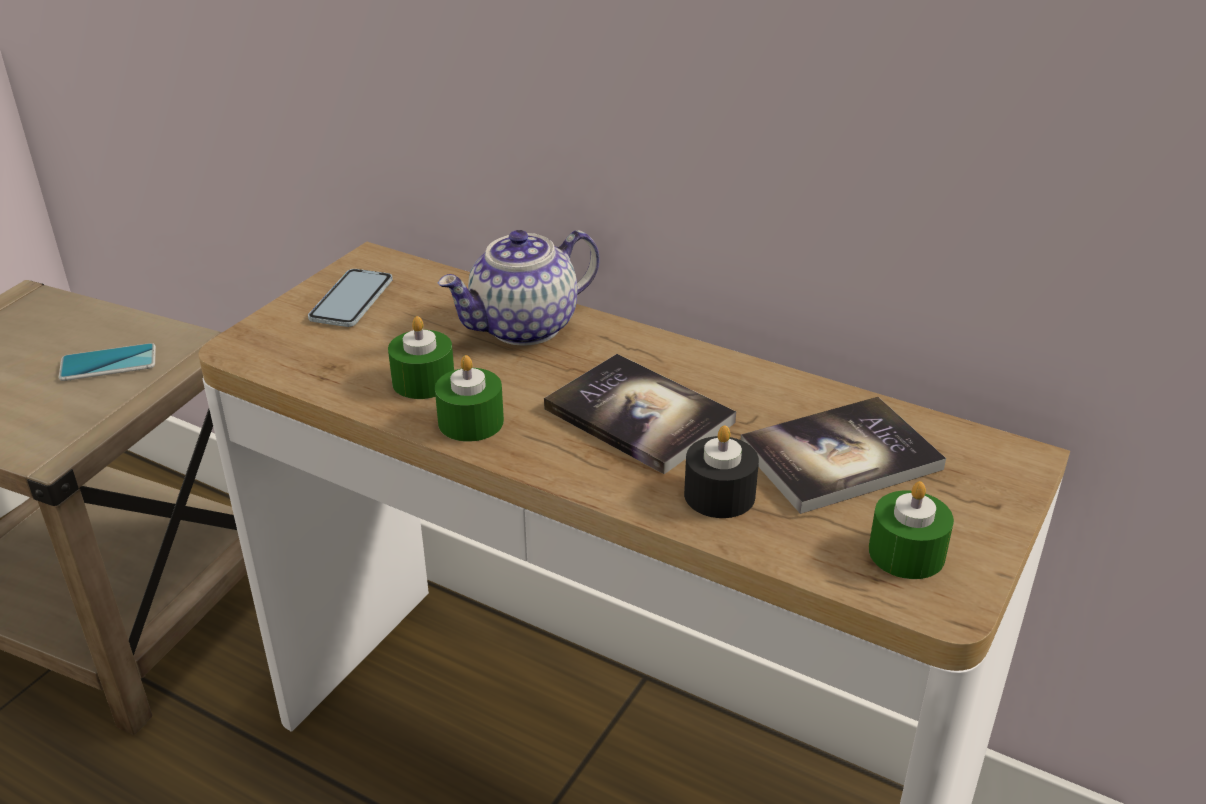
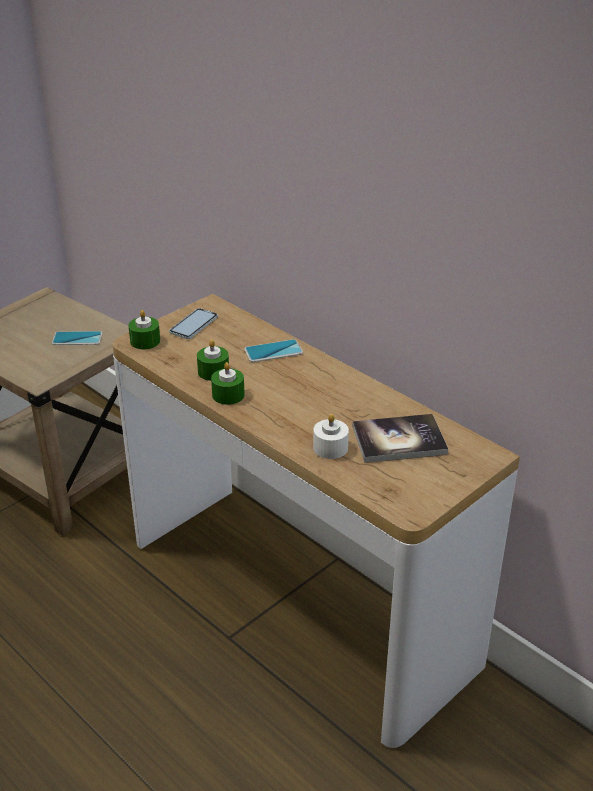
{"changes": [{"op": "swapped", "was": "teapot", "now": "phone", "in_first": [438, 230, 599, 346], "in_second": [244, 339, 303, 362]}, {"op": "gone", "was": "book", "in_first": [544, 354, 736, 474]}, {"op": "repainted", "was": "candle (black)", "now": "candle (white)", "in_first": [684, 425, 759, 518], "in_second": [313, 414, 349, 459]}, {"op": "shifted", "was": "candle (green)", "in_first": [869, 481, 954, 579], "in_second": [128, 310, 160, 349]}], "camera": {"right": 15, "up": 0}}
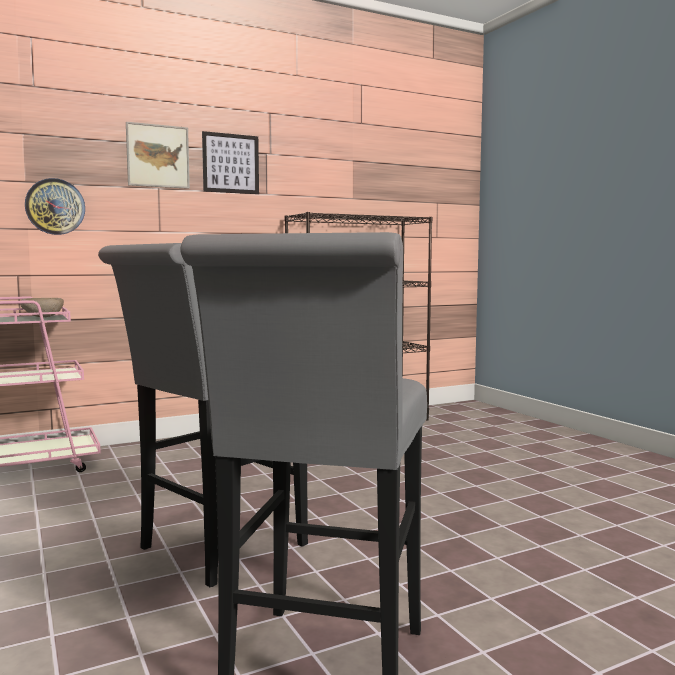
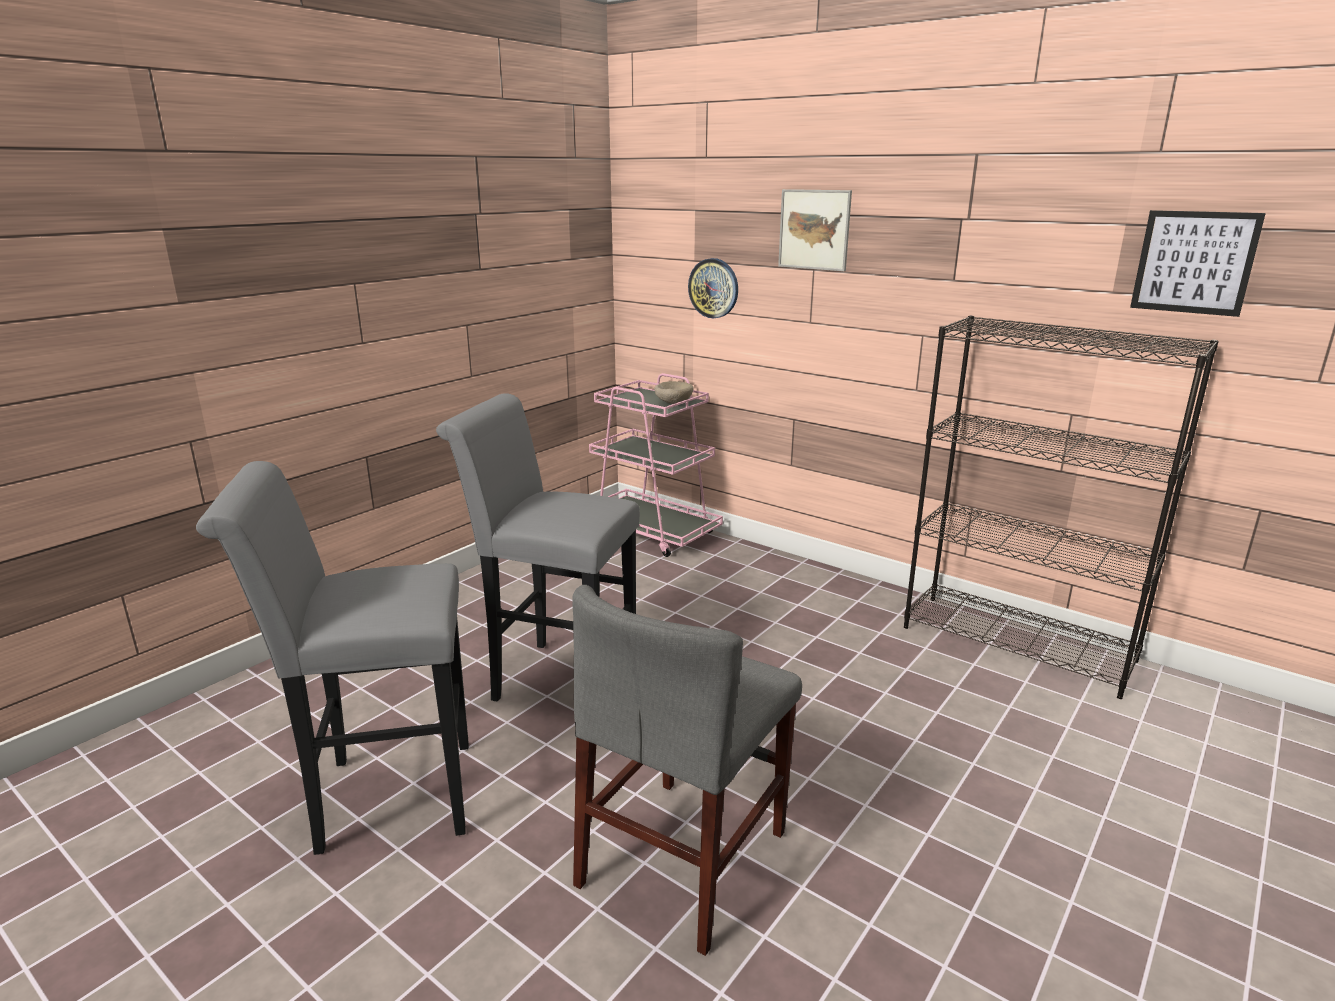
{"changes": [{"op": "shifted", "was": "picture", "in_first": [202, 131, 259, 194], "in_second": [1130, 210, 1266, 317]}, {"op": "new", "now": "chair (grey)", "in_second": [572, 585, 802, 956]}], "camera": {"right": 65, "up": 15}}
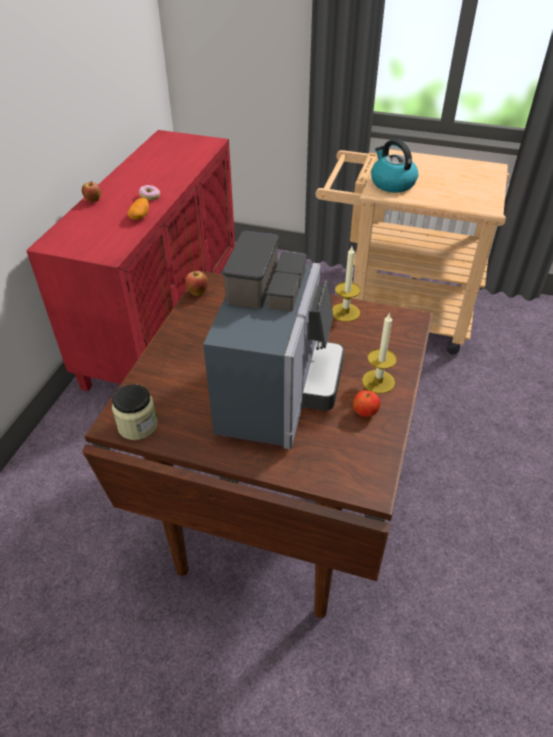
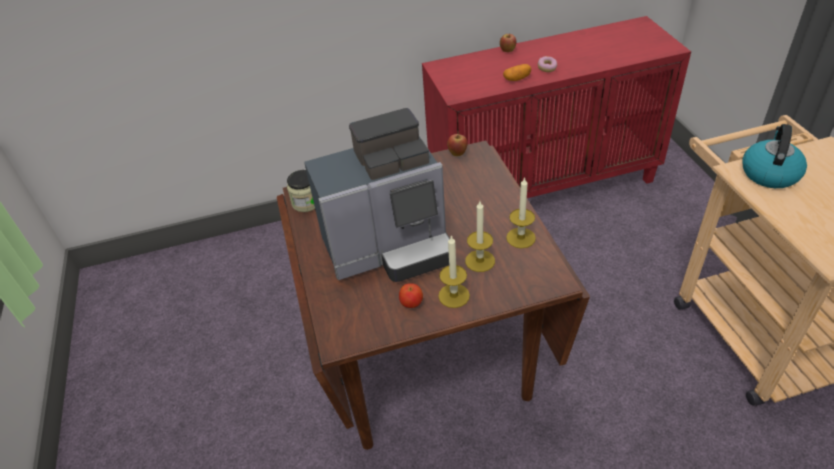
{"changes": [{"op": "new", "now": "candle", "in_second": [465, 201, 495, 272]}], "camera": {"right": 60, "up": 0}}
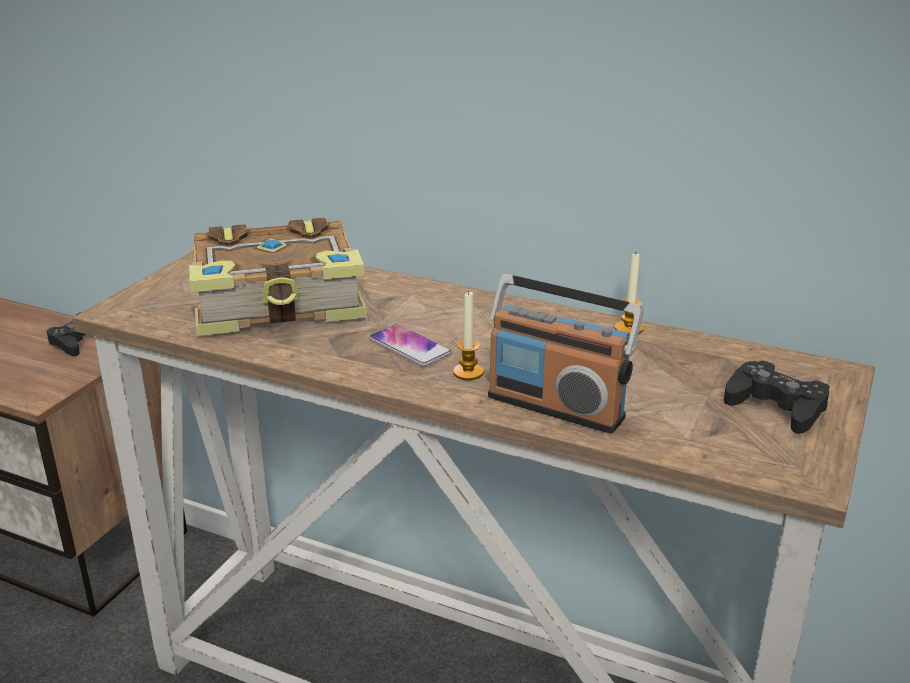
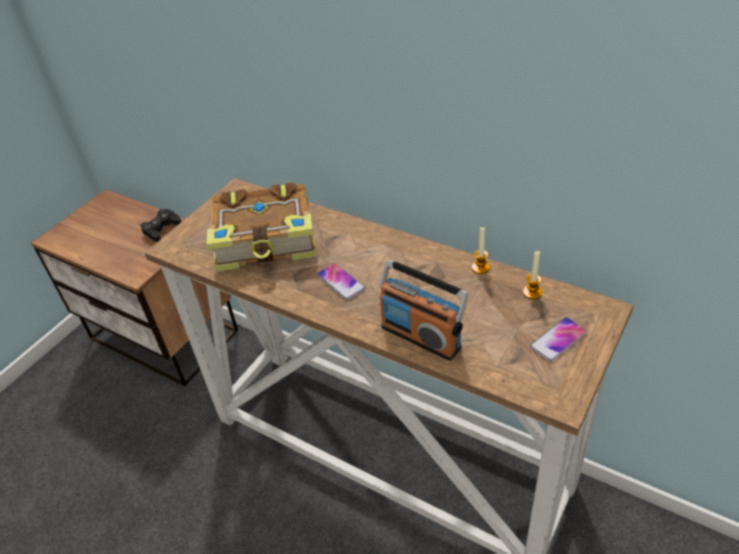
{"changes": [{"op": "shifted", "was": "candle", "in_first": [453, 291, 484, 380], "in_second": [523, 251, 542, 299]}, {"op": "swapped", "was": "game controller (black)", "now": "phone", "in_first": [724, 361, 830, 434], "in_second": [530, 317, 587, 362]}], "camera": {"right": 10, "up": 15}}
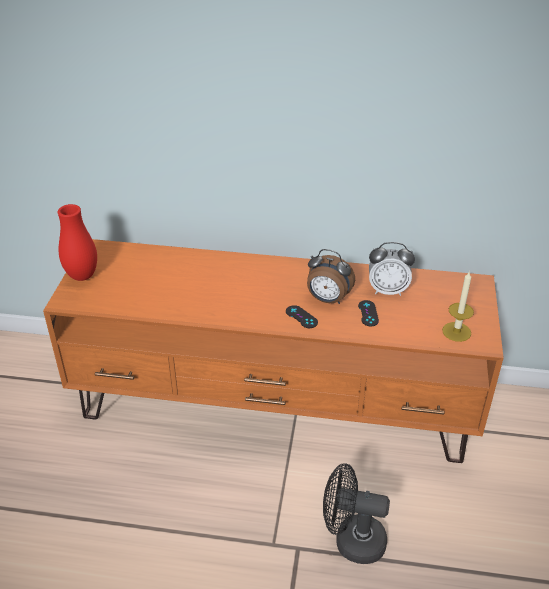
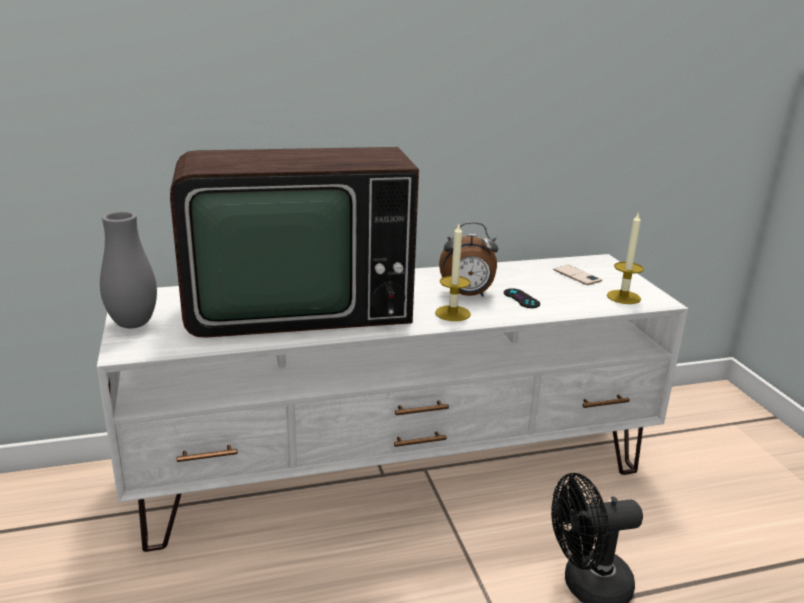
{"changes": [{"op": "repainted", "was": "vase (red)", "now": "vase (grey)", "in_first": [58, 204, 97, 281], "in_second": [100, 211, 157, 328]}, {"op": "repainted", "was": "tv stand (orange)", "now": "tv stand (white)", "in_first": [43, 239, 504, 463], "in_second": [97, 254, 688, 552]}, {"op": "gone", "was": "alarm clock", "in_first": [369, 242, 415, 296]}, {"op": "swapped", "was": "game controller (black)", "now": "candle", "in_first": [286, 305, 318, 328], "in_second": [435, 224, 471, 321]}, {"op": "new", "now": "television", "in_second": [170, 147, 419, 338]}, {"op": "new", "now": "phone", "in_second": [553, 265, 602, 285]}], "camera": {"right": -25, "up": -15}}
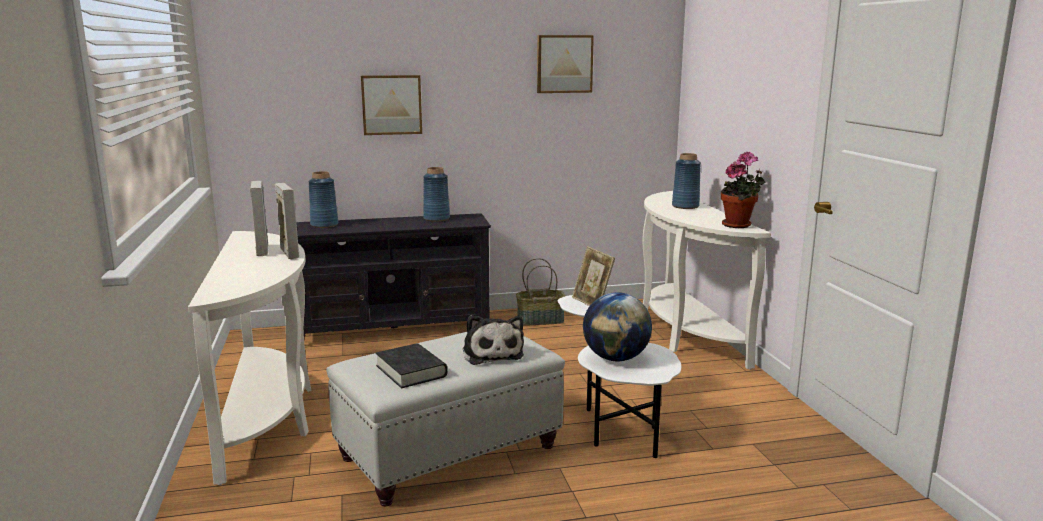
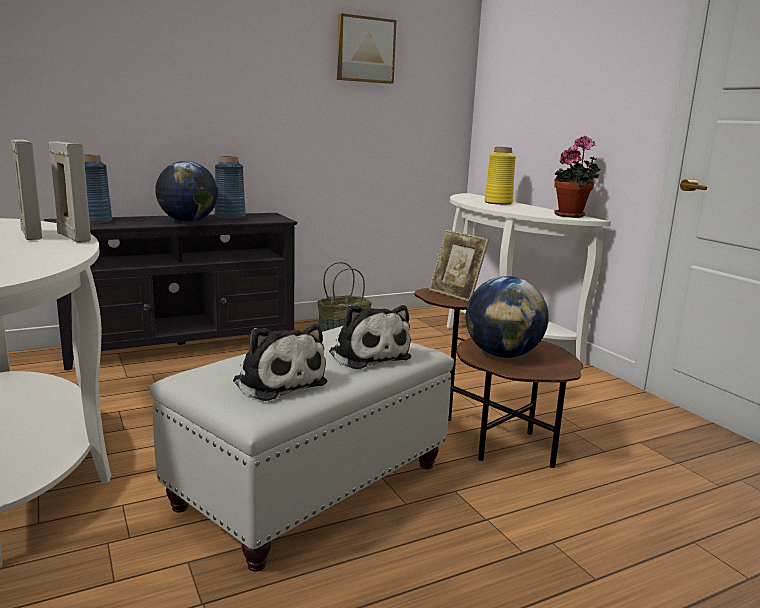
{"changes": [{"op": "gone", "was": "picture", "in_first": [361, 75, 422, 135]}, {"op": "repainted", "was": "vase (blue)", "now": "vase (yellow)", "in_first": [672, 153, 701, 209], "in_second": [484, 147, 516, 205]}, {"op": "repainted", "was": "side table (white)", "now": "side table (brown)", "in_first": [558, 295, 681, 458], "in_second": [414, 288, 583, 468]}, {"op": "swapped", "was": "book (black)", "now": "plush toy", "in_first": [376, 343, 447, 388], "in_second": [233, 324, 328, 401]}, {"op": "new", "now": "globe", "in_second": [155, 161, 218, 222]}], "camera": {"right": -15, "up": 0}}
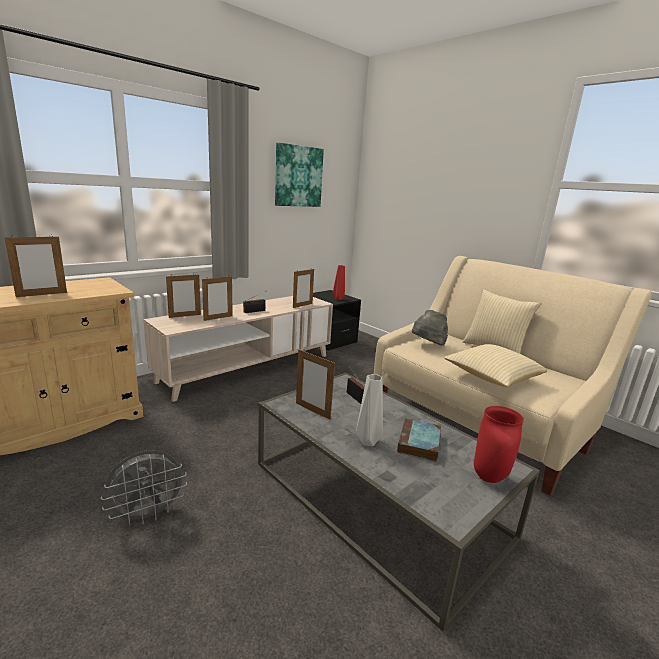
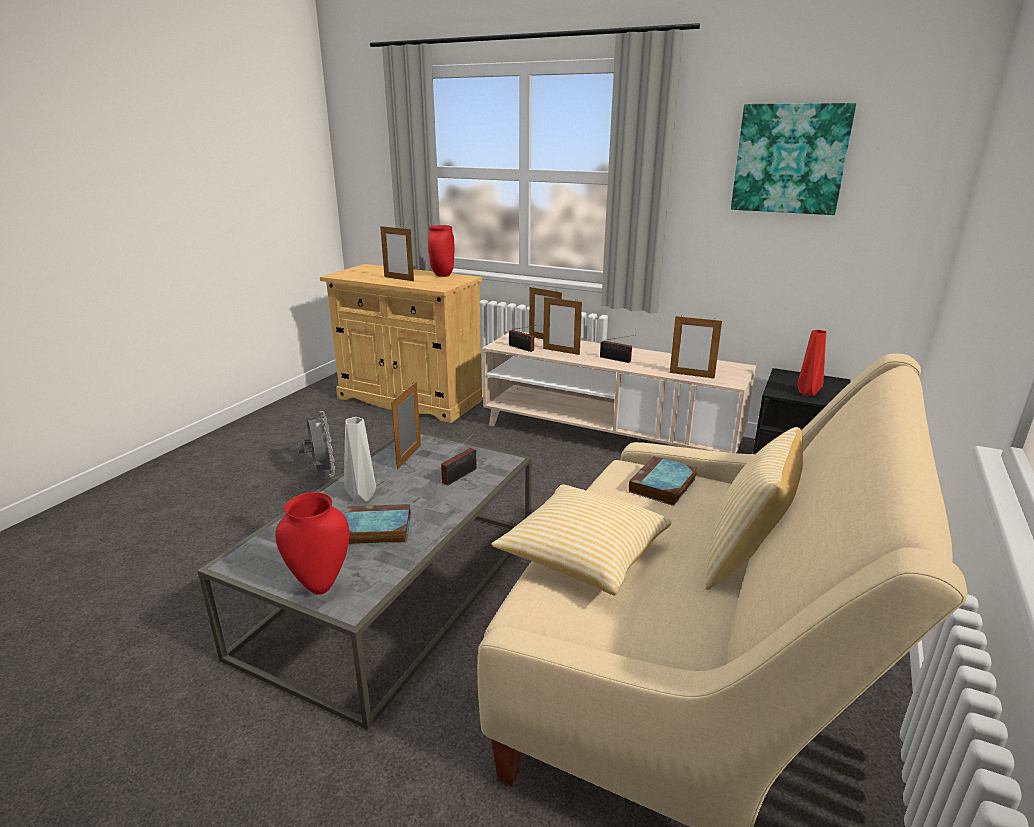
{"changes": [{"op": "swapped", "was": "hat (grey)", "now": "book", "in_first": [412, 310, 448, 346], "in_second": [629, 456, 697, 506]}, {"op": "rotated", "was": "fan (grey)", "in_first": [101, 450, 187, 526], "in_second": [297, 411, 335, 477], "clockwise": -150}, {"op": "new", "now": "vase (red)", "in_second": [428, 225, 454, 277]}, {"op": "new", "now": "radio", "in_second": [509, 325, 536, 352]}], "camera": {"right": 70, "up": 5}}
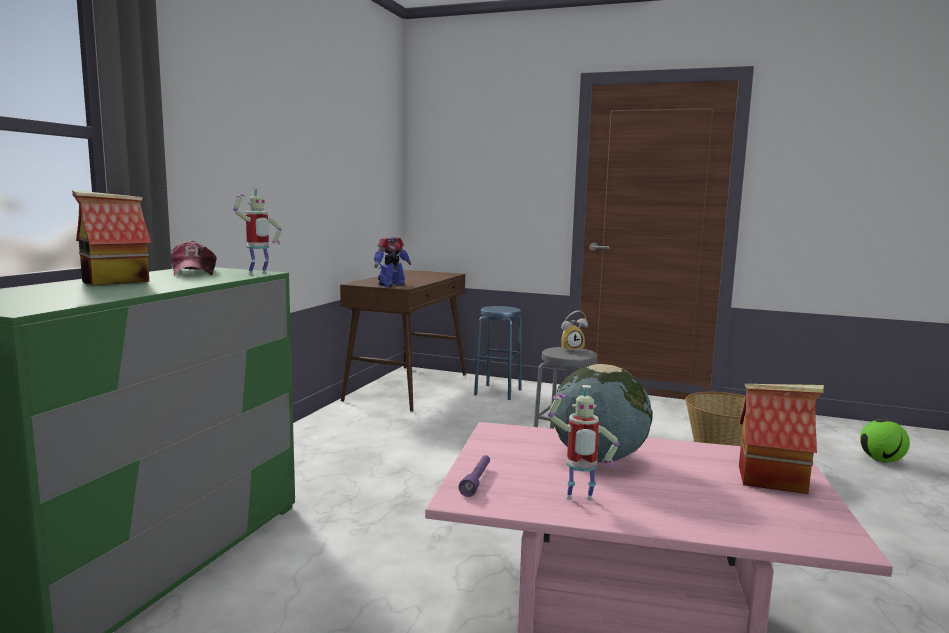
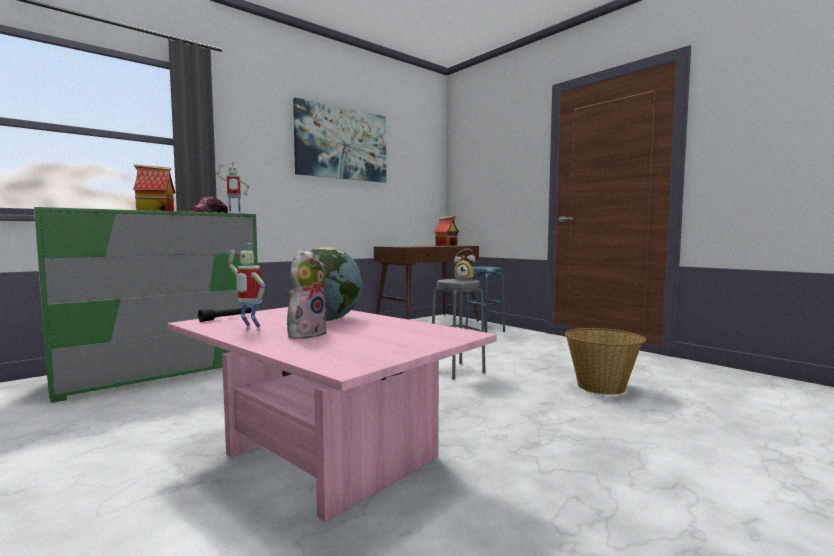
{"changes": [{"op": "gone", "was": "toy robot", "in_first": [374, 237, 411, 287]}, {"op": "shifted", "was": "toy house", "in_first": [739, 384, 824, 494], "in_second": [434, 216, 459, 246]}, {"op": "gone", "was": "football", "in_first": [860, 419, 910, 462]}, {"op": "repainted", "was": "flashlight (purple)", "now": "flashlight (black)", "in_first": [459, 455, 490, 497], "in_second": [198, 307, 252, 322]}, {"op": "new", "now": "picture", "in_second": [293, 98, 386, 183]}, {"op": "new", "now": "plush toy", "in_second": [287, 250, 327, 339]}], "camera": {"right": 30, "up": -5}}
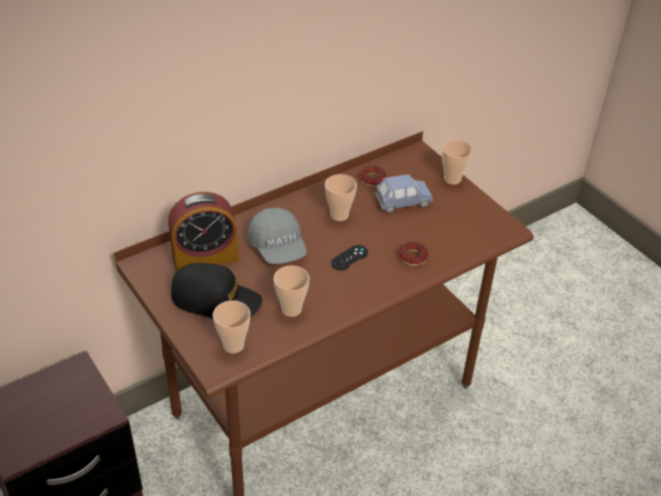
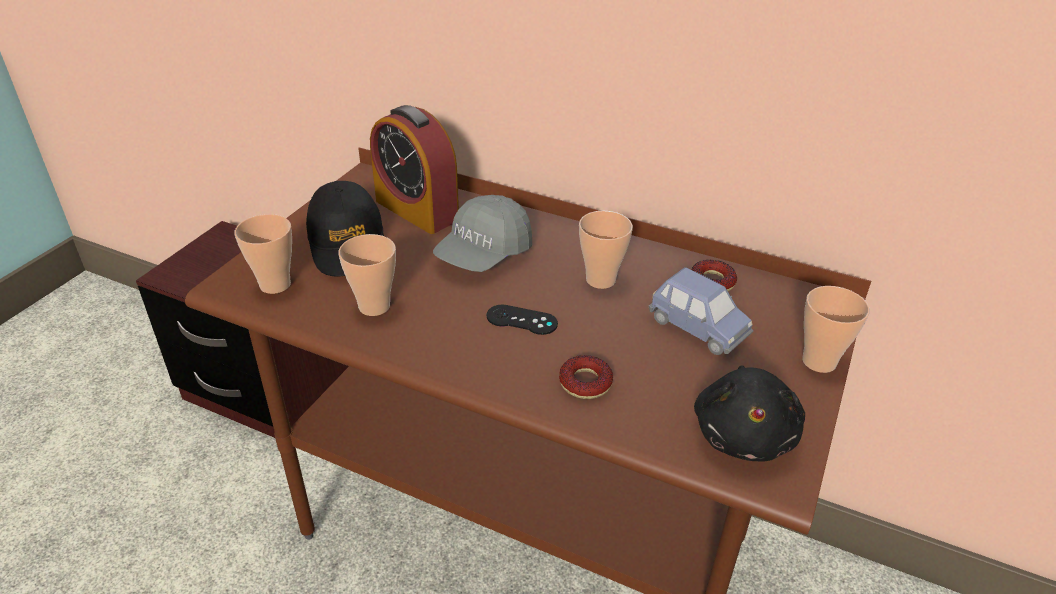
{"changes": [{"op": "new", "now": "plush toy (black)", "in_second": [694, 365, 805, 462]}], "camera": {"right": 60, "up": -5}}
